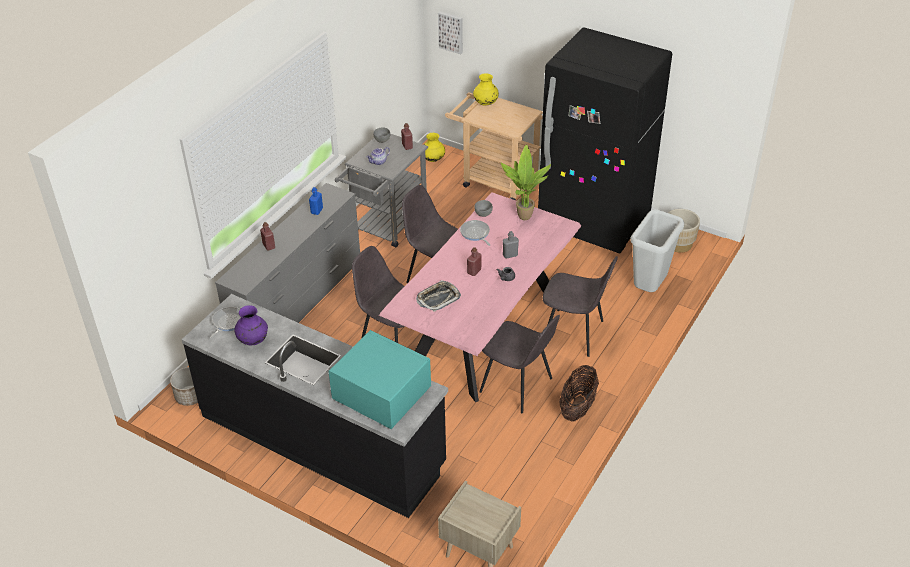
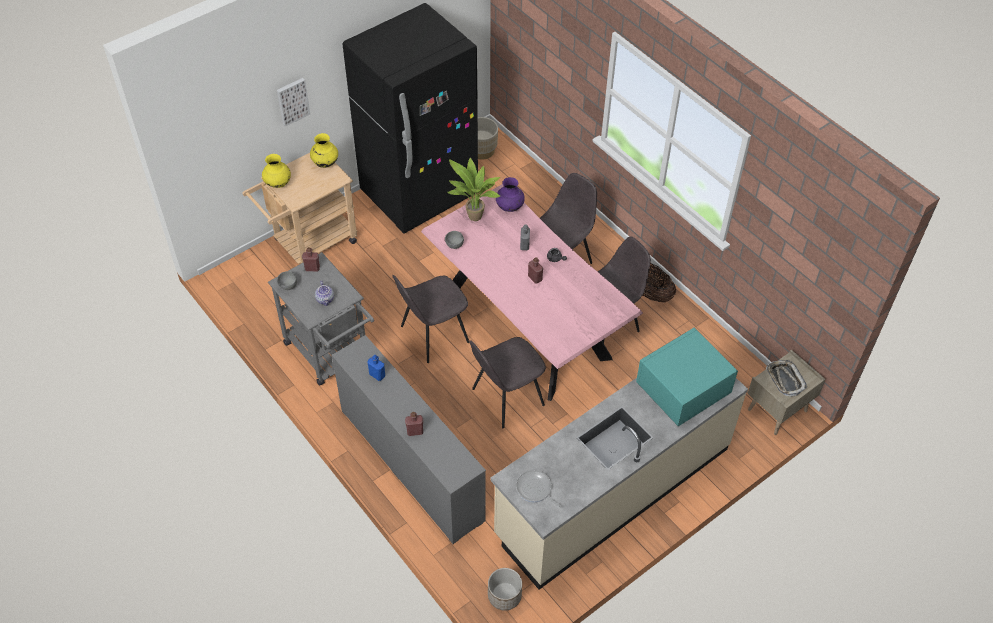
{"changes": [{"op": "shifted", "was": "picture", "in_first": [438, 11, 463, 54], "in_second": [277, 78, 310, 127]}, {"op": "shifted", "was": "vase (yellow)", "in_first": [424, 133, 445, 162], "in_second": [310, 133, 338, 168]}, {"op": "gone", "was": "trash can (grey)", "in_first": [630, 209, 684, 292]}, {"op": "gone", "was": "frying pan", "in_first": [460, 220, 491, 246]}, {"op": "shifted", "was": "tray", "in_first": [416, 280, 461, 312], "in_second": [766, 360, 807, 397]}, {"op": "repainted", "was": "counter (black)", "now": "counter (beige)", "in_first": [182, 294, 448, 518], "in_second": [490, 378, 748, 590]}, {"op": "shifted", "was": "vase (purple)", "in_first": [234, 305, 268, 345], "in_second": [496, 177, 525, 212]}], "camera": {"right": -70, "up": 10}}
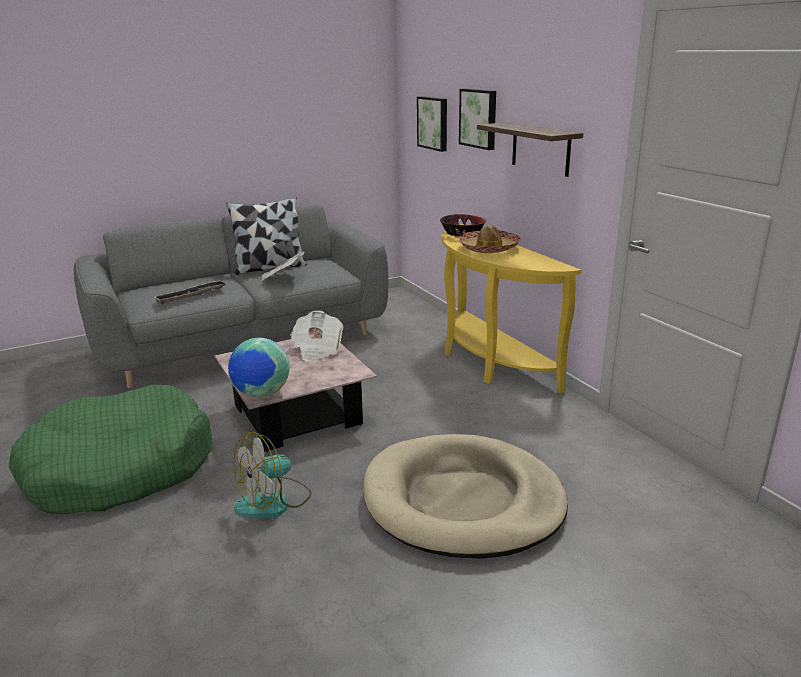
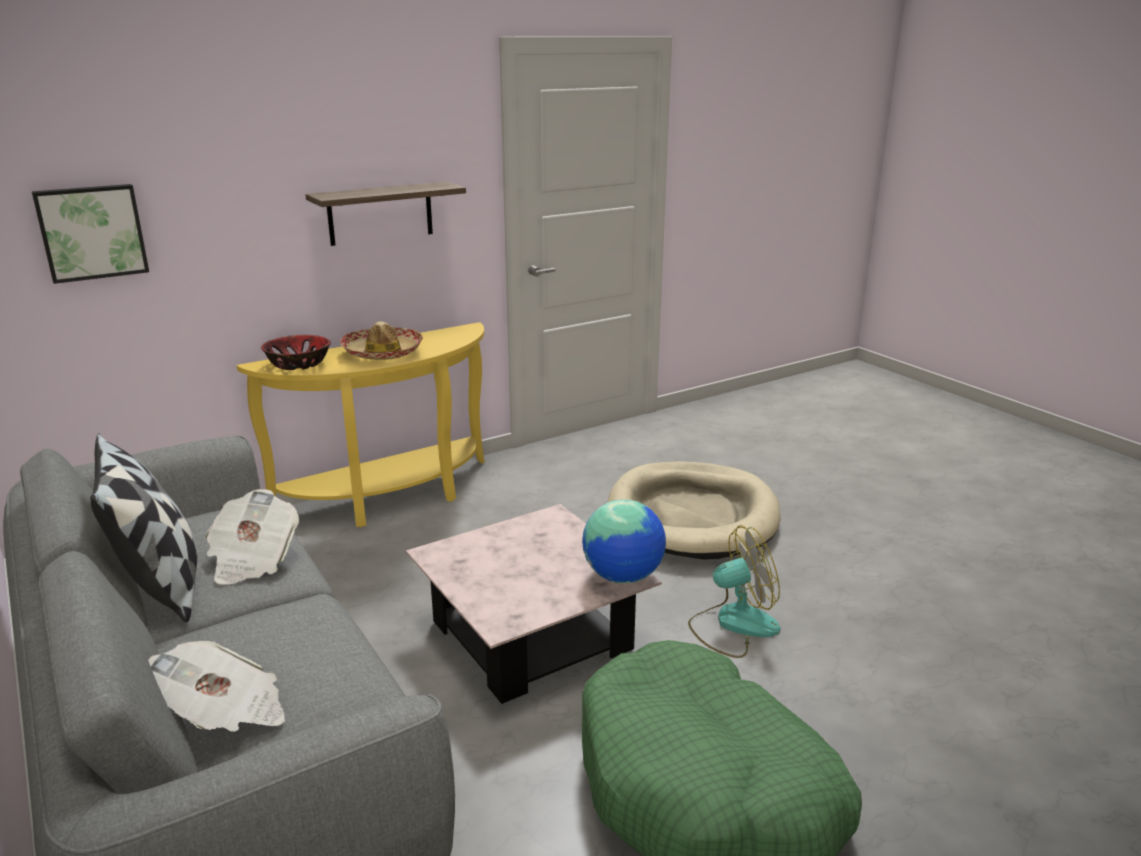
{"changes": [{"op": "gone", "was": "picture", "in_first": [459, 89, 496, 150]}, {"op": "gone", "was": "tray", "in_first": [153, 281, 227, 304]}, {"op": "shifted", "was": "newspaper", "in_first": [290, 311, 344, 362], "in_second": [148, 641, 285, 732]}, {"op": "rotated", "was": "fan", "in_first": [233, 432, 311, 519], "in_second": [688, 525, 780, 658], "clockwise": -60}], "camera": {"right": -95, "up": 0}}
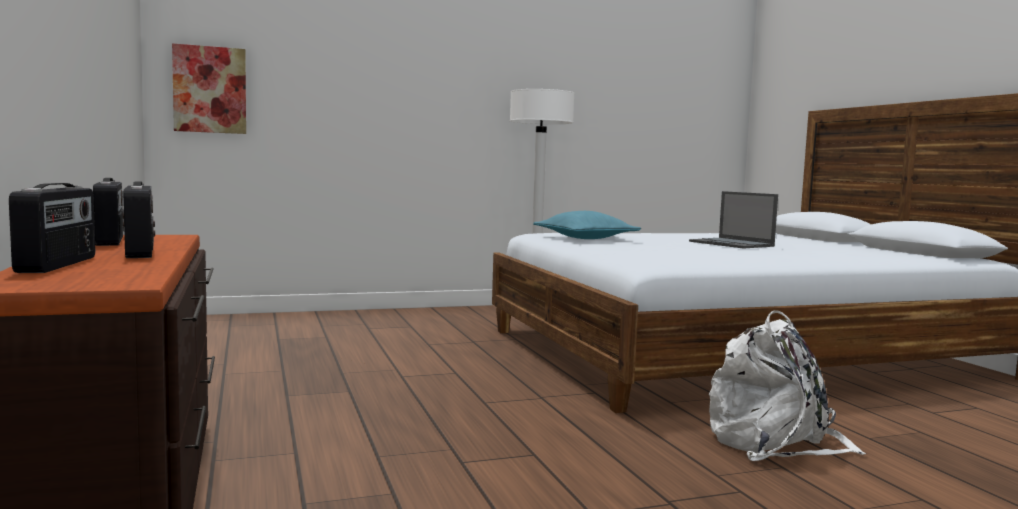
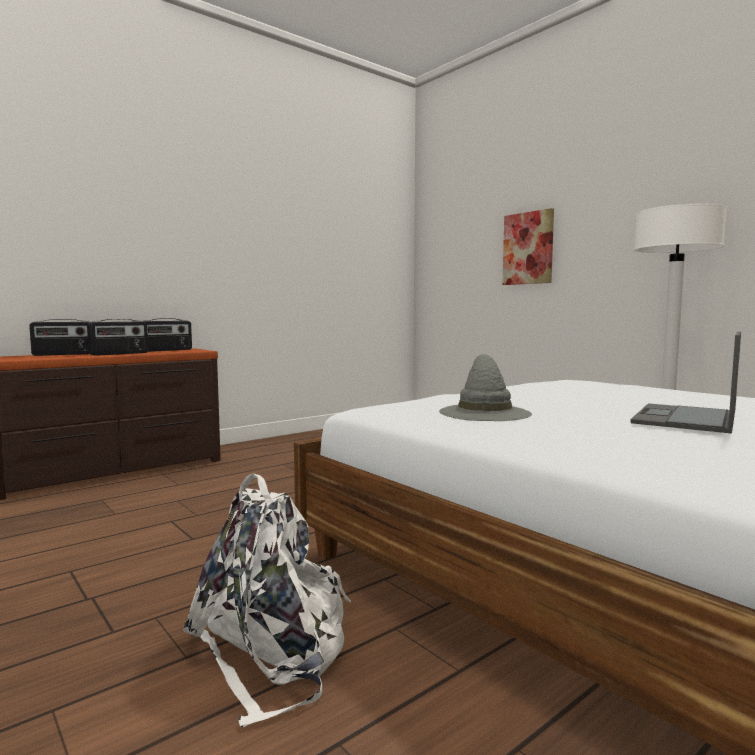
{"changes": [{"op": "shifted", "was": "picture", "in_first": [172, 43, 246, 134], "in_second": [502, 208, 554, 285]}, {"op": "gone", "was": "pillow (turquoise)", "in_first": [533, 211, 641, 239]}, {"op": "new", "now": "hat (grey)", "in_second": [439, 354, 532, 421]}], "camera": {"right": 70, "up": 0}}
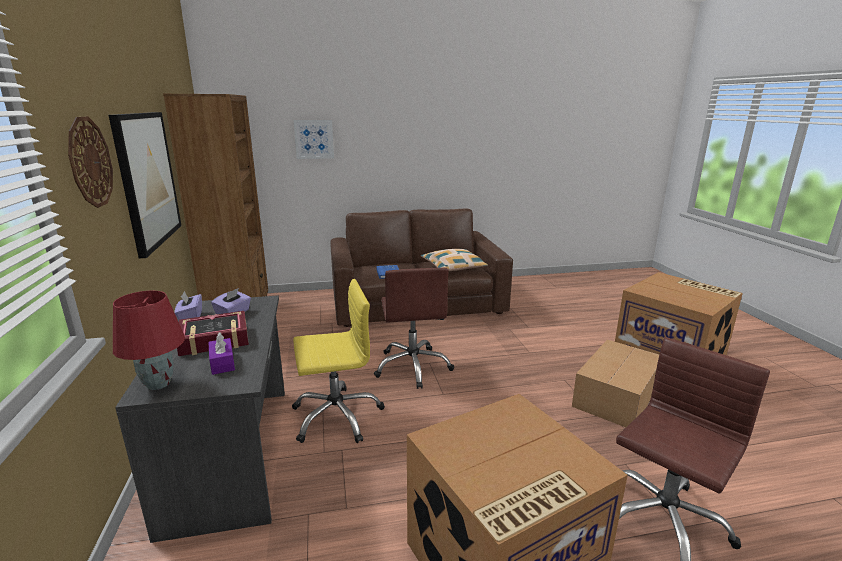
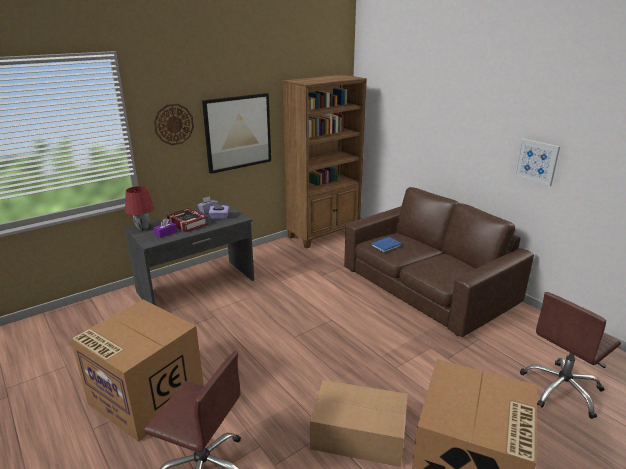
{"changes": [{"op": "shifted", "was": "picture", "in_first": [293, 120, 334, 159], "in_second": [514, 138, 560, 186]}, {"op": "gone", "was": "pillow", "in_first": [421, 249, 488, 271]}, {"op": "shifted", "was": "office chair (brown)", "in_first": [374, 268, 454, 389], "in_second": [520, 292, 621, 419]}, {"op": "gone", "was": "office chair (yellow)", "in_first": [292, 279, 385, 443]}], "camera": {"right": 65, "up": 5}}
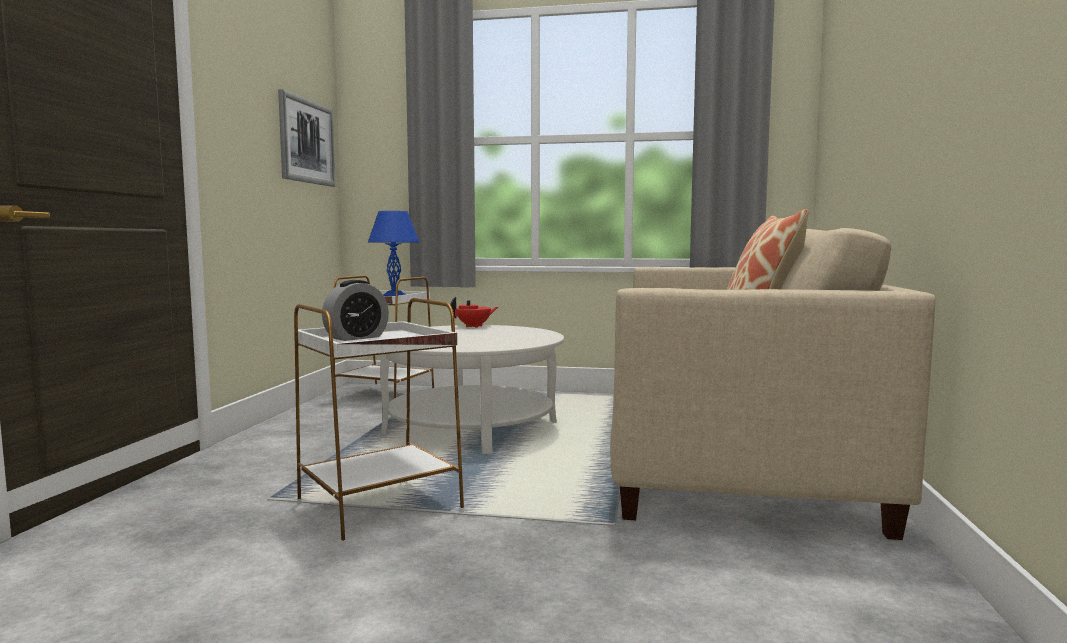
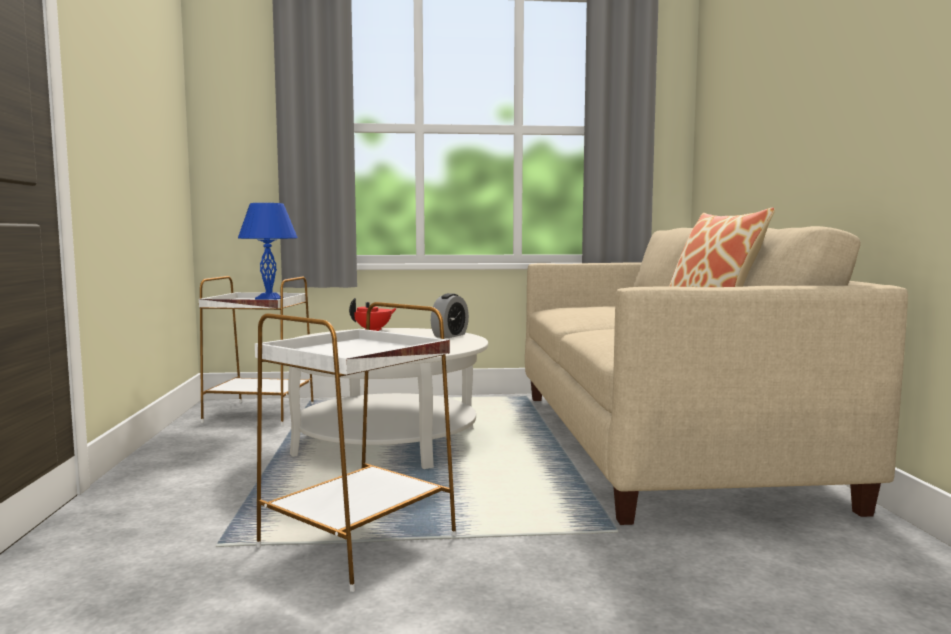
{"changes": [{"op": "gone", "was": "picture", "in_first": [278, 89, 335, 187]}, {"op": "shifted", "was": "alarm clock", "in_first": [322, 280, 389, 341], "in_second": [431, 293, 469, 338]}], "camera": {"right": -15, "up": 0}}
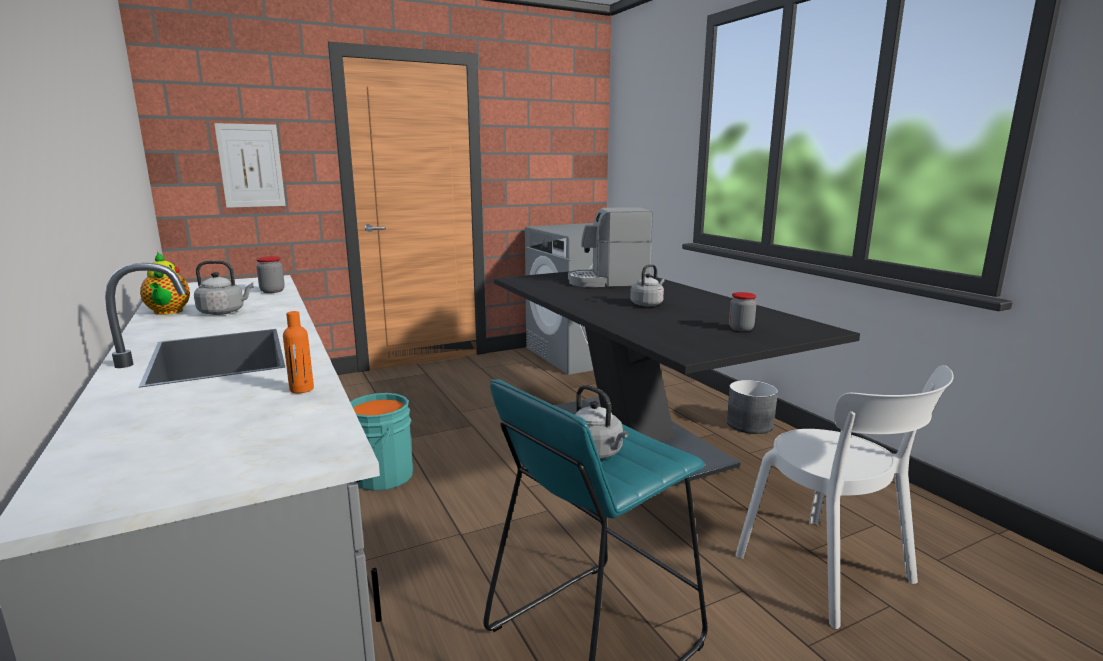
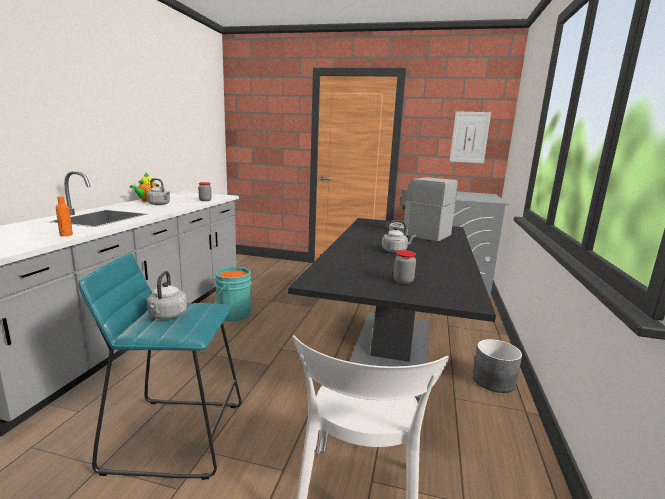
{"changes": [{"op": "shifted", "was": "picture", "in_first": [214, 123, 286, 208], "in_second": [450, 111, 491, 163]}], "camera": {"right": 40, "up": 0}}
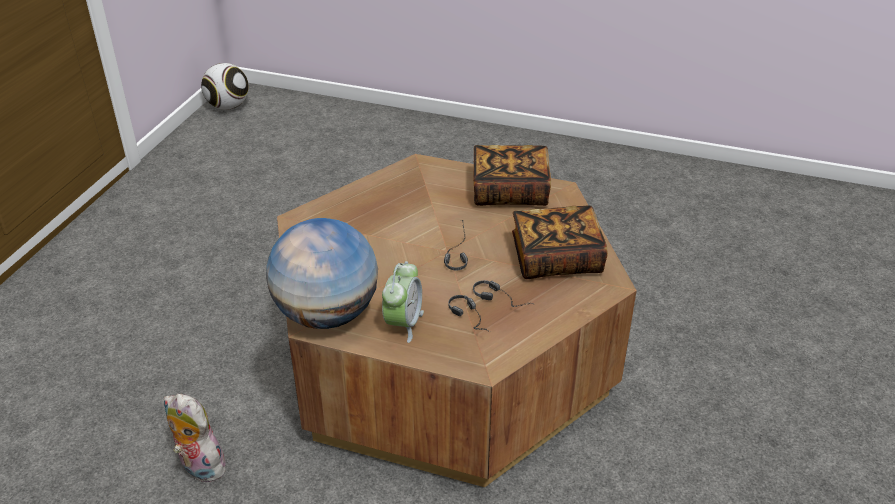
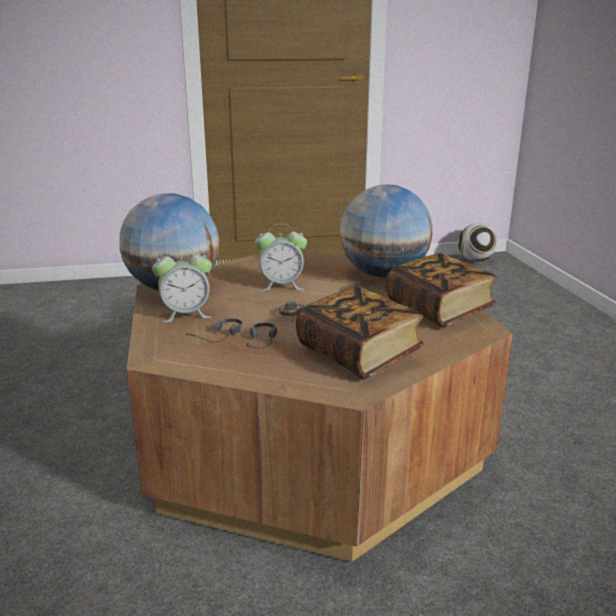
{"changes": [{"op": "gone", "was": "plush toy", "in_first": [164, 394, 226, 483]}, {"op": "new", "now": "globe", "in_second": [340, 184, 433, 278]}, {"op": "new", "now": "alarm clock", "in_second": [255, 224, 307, 291]}], "camera": {"right": 60, "up": -15}}
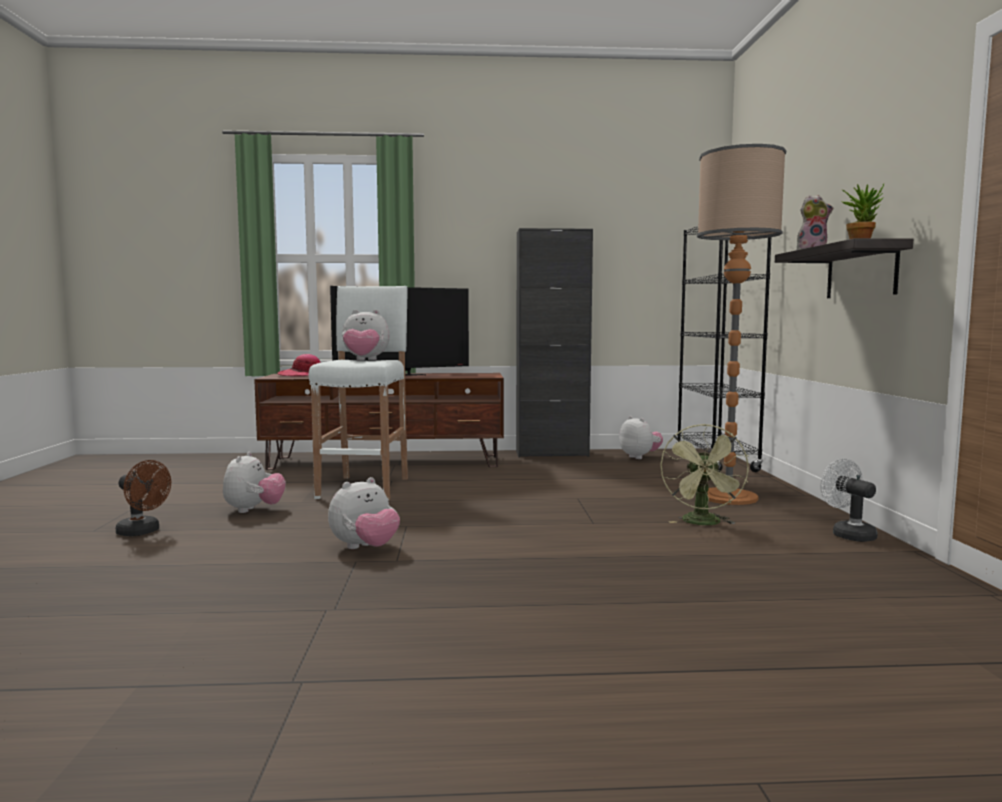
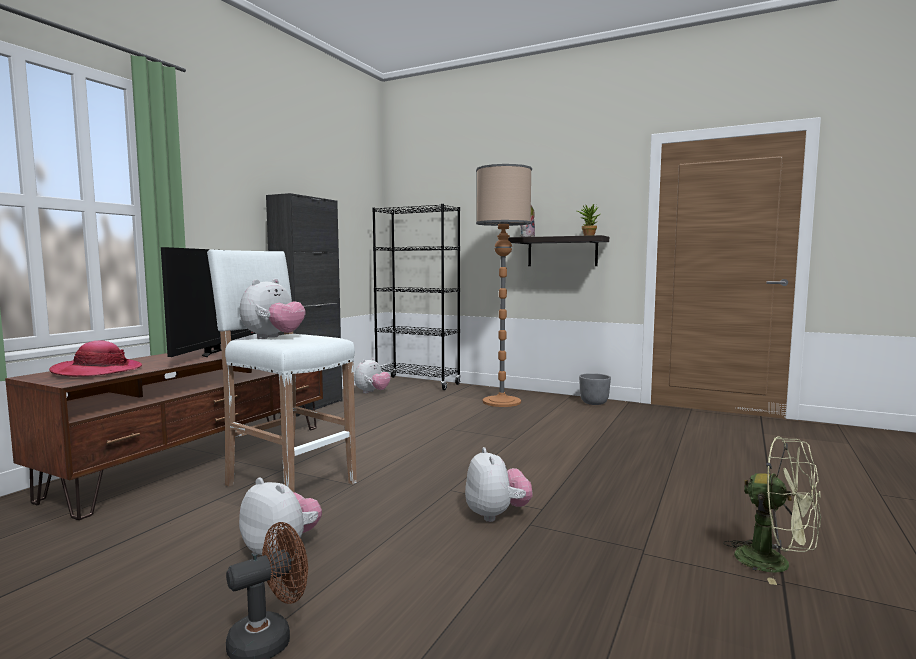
{"changes": [{"op": "rotated", "was": "plush toy", "in_first": [619, 416, 663, 459], "in_second": [354, 358, 391, 393], "clockwise": 120}, {"op": "shifted", "was": "fan (green)", "in_first": [660, 424, 749, 525], "in_second": [723, 436, 821, 585]}, {"op": "swapped", "was": "fan (white)", "now": "planter (grey)", "in_first": [821, 459, 878, 542], "in_second": [579, 373, 611, 405]}], "camera": {"right": -60, "up": 0}}
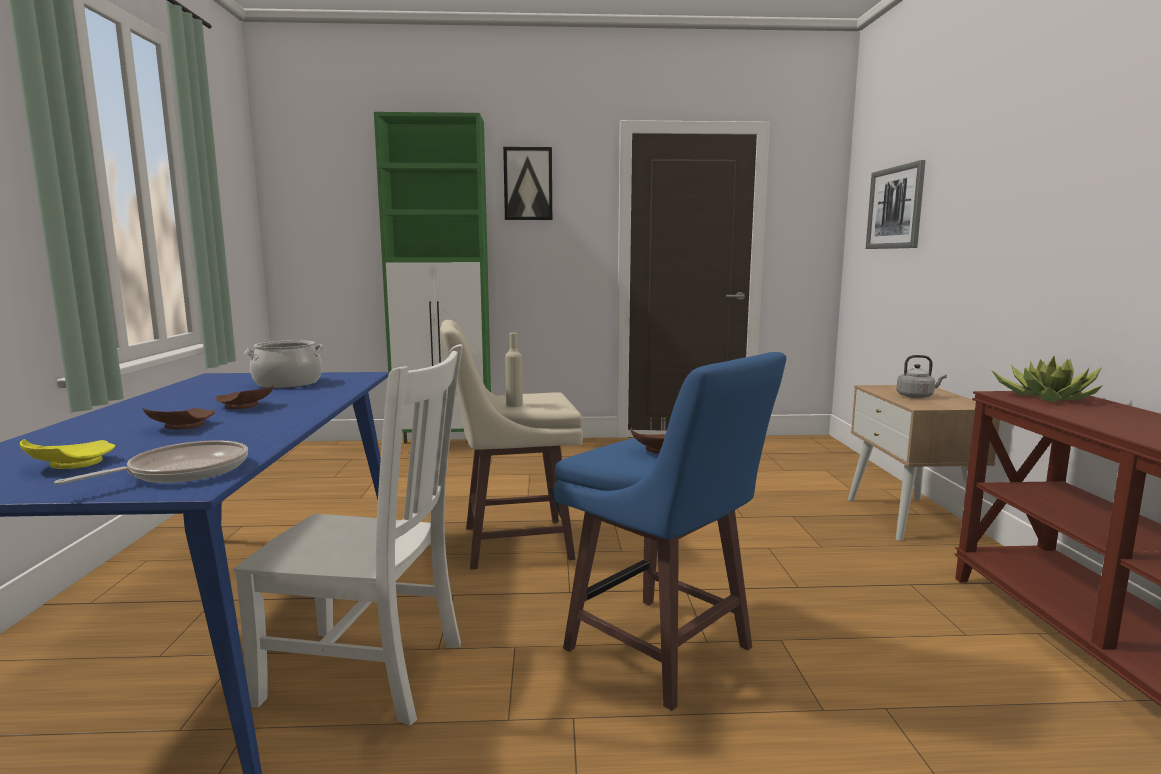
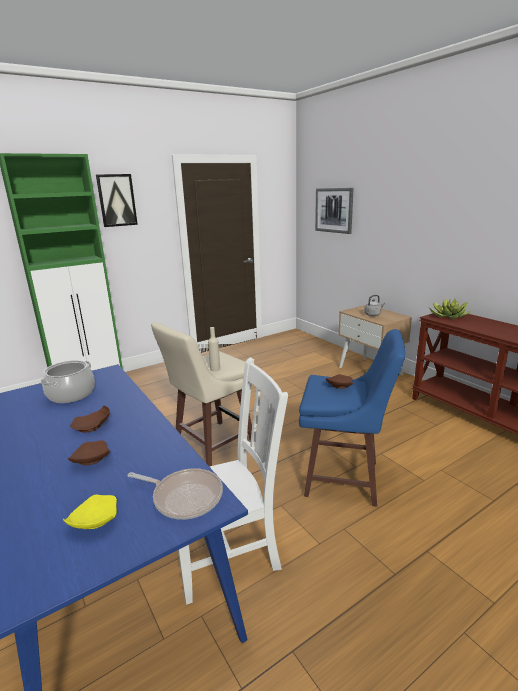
{"changes": [{"op": "rotated", "was": "frying pan", "in_first": [54, 440, 248, 485], "in_second": [128, 468, 223, 520], "clockwise": 105}], "camera": {"right": -30, "up": 10}}
